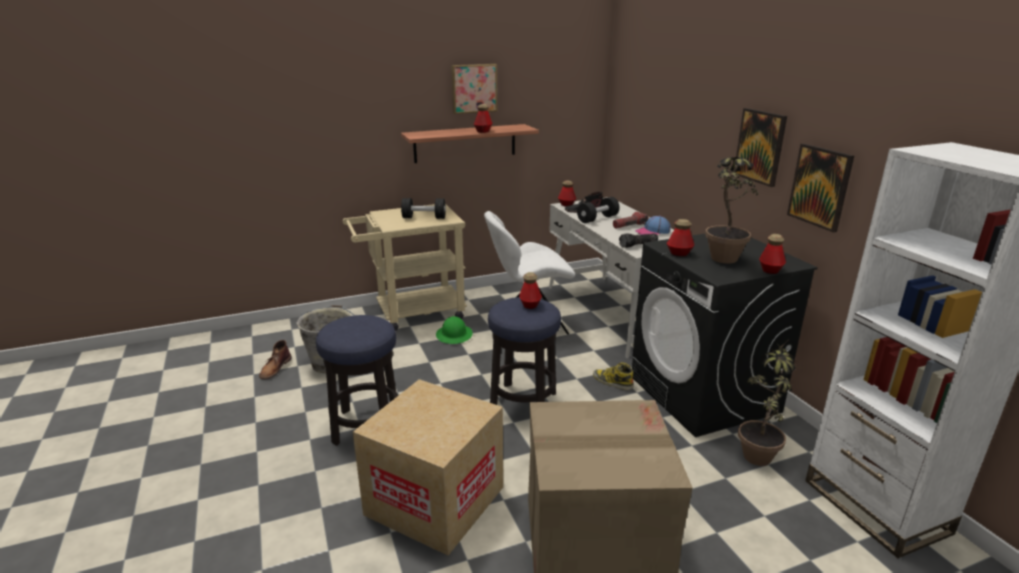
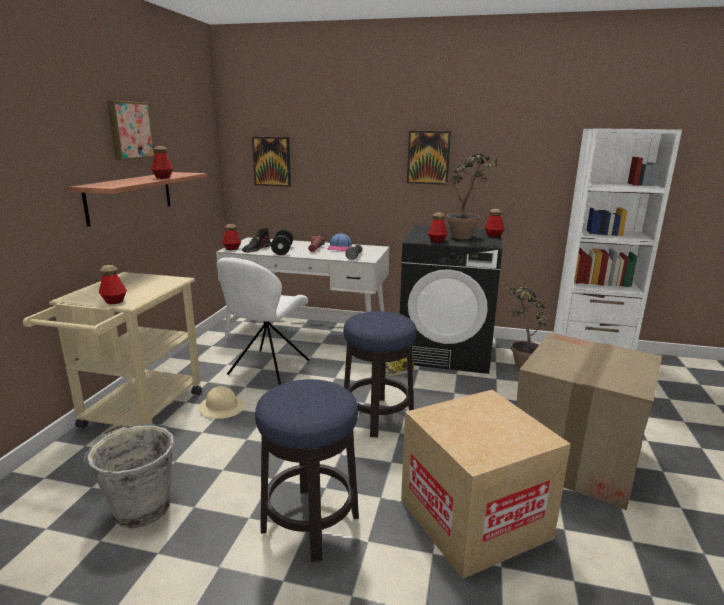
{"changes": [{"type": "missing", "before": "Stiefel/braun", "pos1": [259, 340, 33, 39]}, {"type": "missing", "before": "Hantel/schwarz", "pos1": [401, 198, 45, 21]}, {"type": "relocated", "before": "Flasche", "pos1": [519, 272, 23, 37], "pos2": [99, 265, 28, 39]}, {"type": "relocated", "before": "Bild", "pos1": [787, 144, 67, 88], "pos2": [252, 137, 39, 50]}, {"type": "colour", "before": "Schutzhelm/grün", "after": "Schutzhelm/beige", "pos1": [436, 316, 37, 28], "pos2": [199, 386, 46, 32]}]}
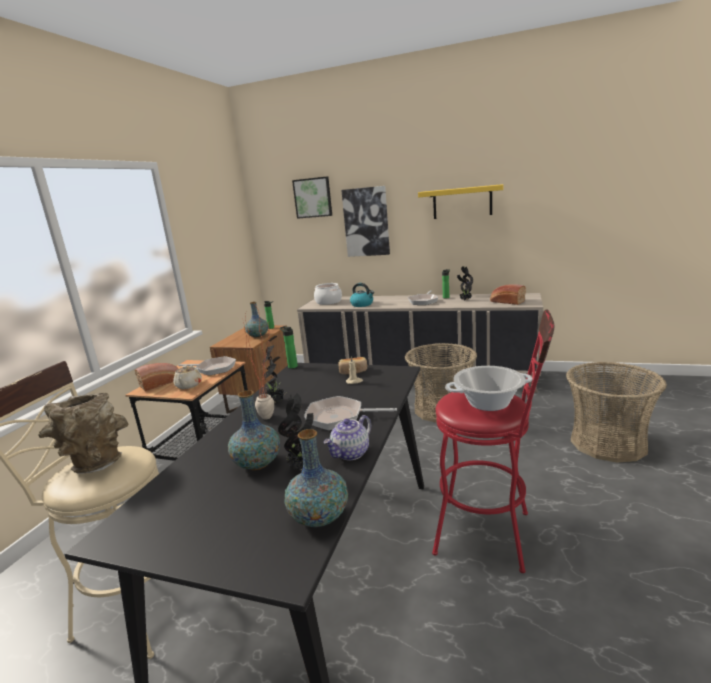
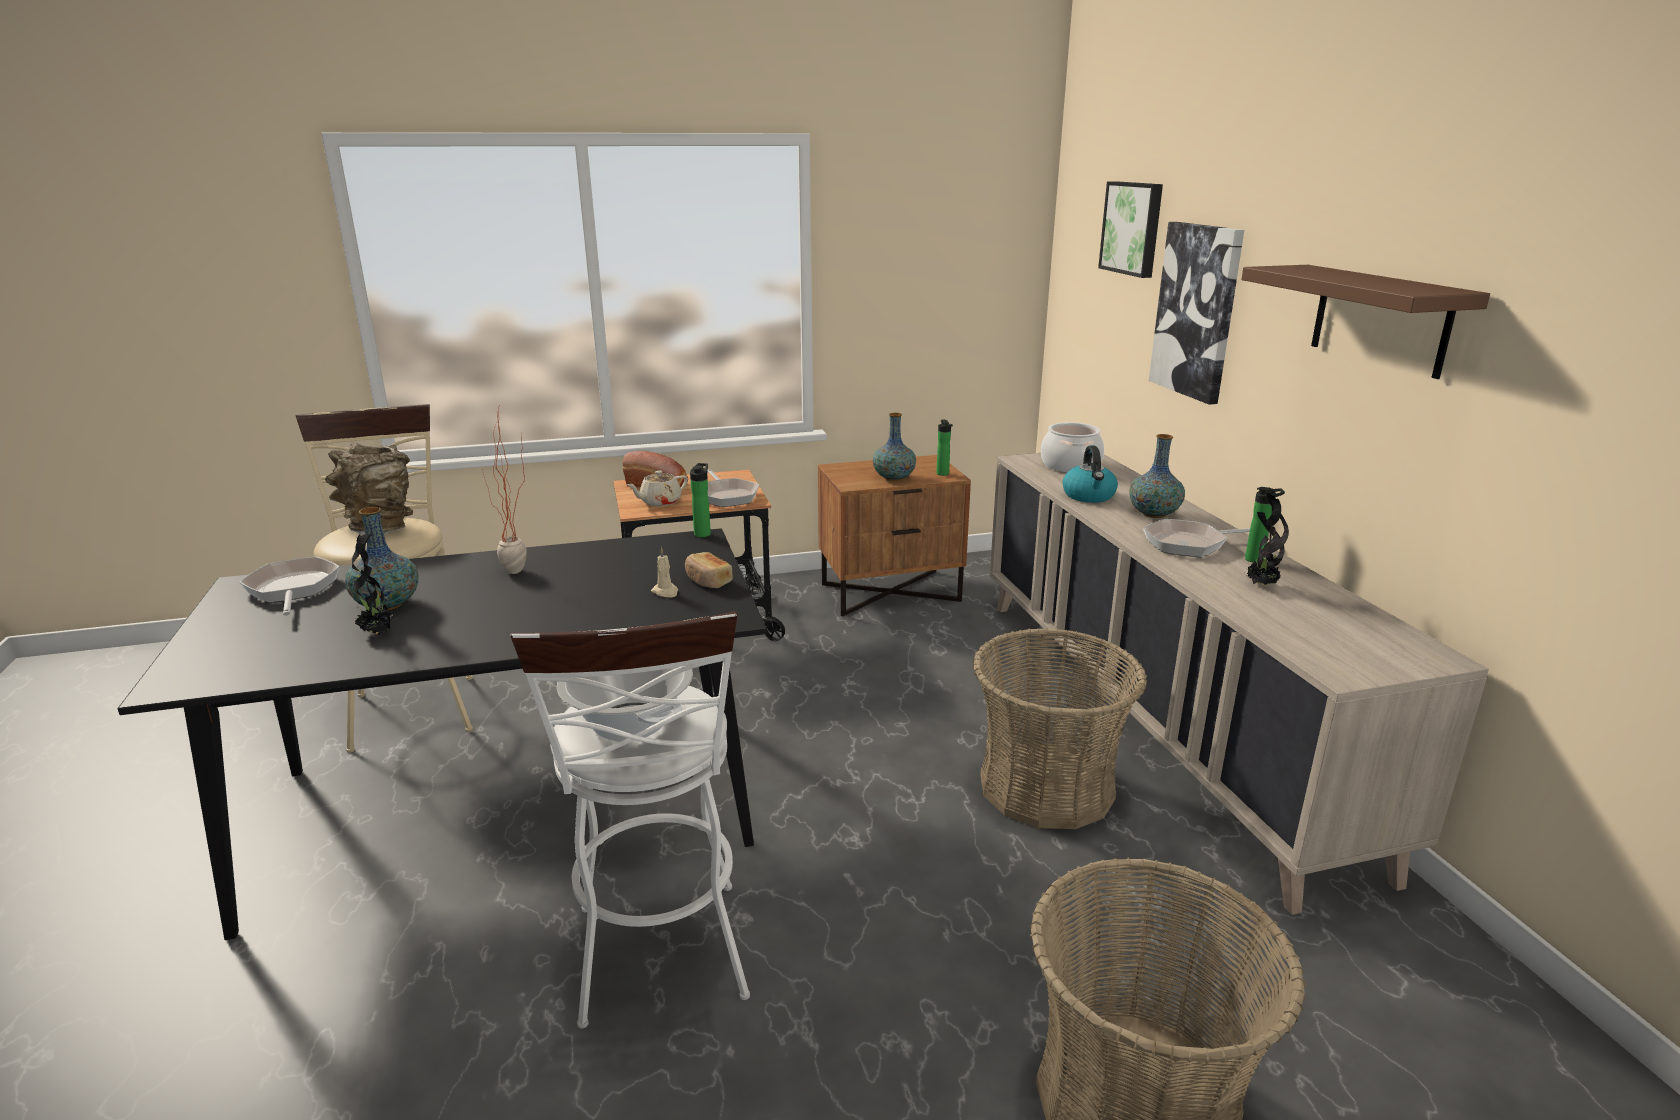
{"changes": [{"type": "missing", "before": "Topfpflanze", "pos1": [263, 346, 22, 57]}, {"type": "missing", "before": "Teekanne", "pos1": [323, 415, 48, 45]}, {"type": "missing", "before": "Brot", "pos1": [490, 284, 36, 21]}, {"type": "relocated", "before": "Vase", "pos1": [285, 429, 63, 98], "pos2": [1129, 434, 56, 84]}, {"type": "relocated", "before": "Pfanne", "pos1": [304, 396, 93, 35], "pos2": [239, 557, 101, 59]}, {"type": "colour", "before": "Wandregal/gelb", "after": "Wandregal/braun", "pos1": [418, 184, 86, 35], "pos2": [1241, 265, 249, 114]}, {"type": "colour", "before": "Hocker/rot", "after": "Hocker/weiß", "pos1": [432, 310, 122, 263], "pos2": [510, 611, 240, 418]}]}
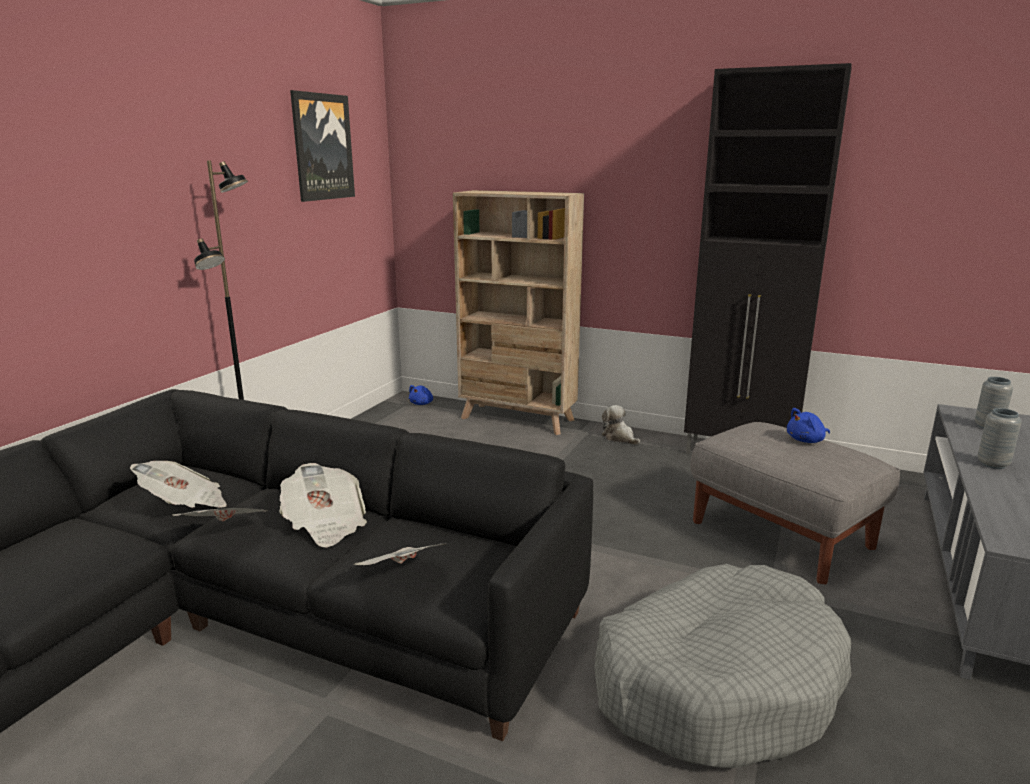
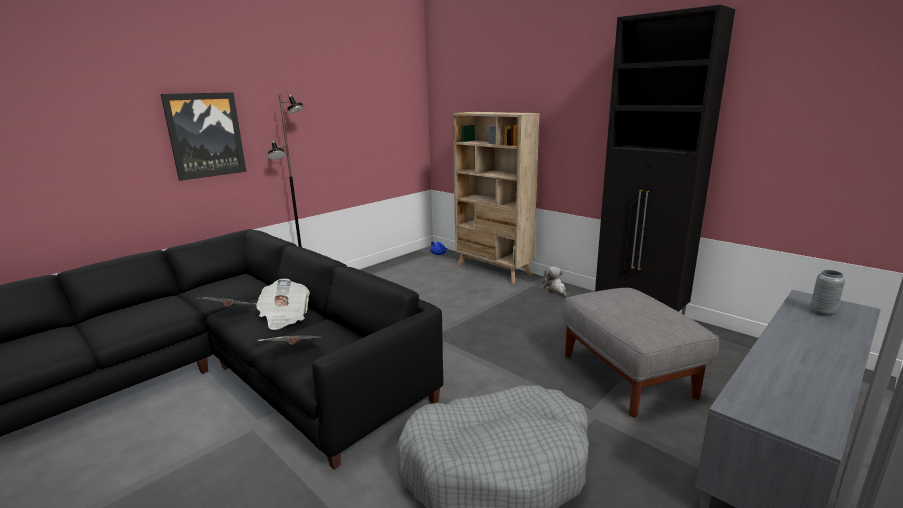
{"changes": [{"type": "missing", "before": "Zeitung", "pos1": [130, 461, 97, 47]}, {"type": "missing", "before": "Plüschtier/blau", "pos1": [787, 408, 43, 35]}, {"type": "missing", "before": "Vase/grau", "pos1": [977, 408, 44, 61]}, {"type": "relocated", "before": "Bild", "pos1": [290, 90, 65, 112], "pos2": [161, 92, 85, 89]}]}
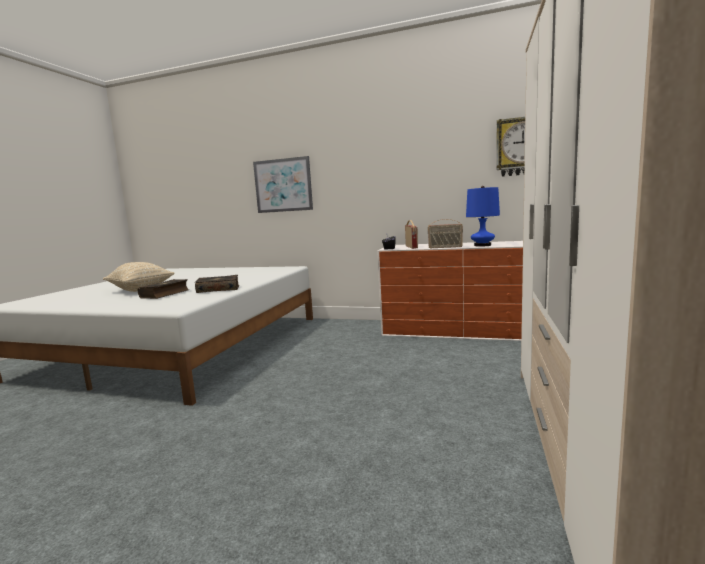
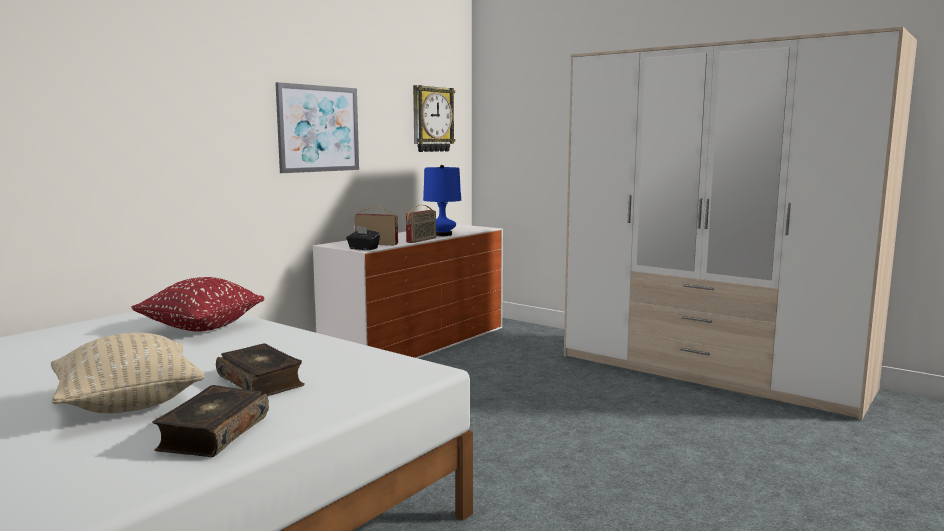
{"changes": [{"type": "appeared", "after": "Kissen/rot", "pos2": [131, 277, 134, 55]}, {"type": "relocated", "before": "Buch", "pos1": [195, 275, 44, 18], "pos2": [153, 385, 116, 72]}, {"type": "relocated", "before": "Bild", "pos1": [253, 156, 60, 57], "pos2": [275, 82, 84, 91]}]}
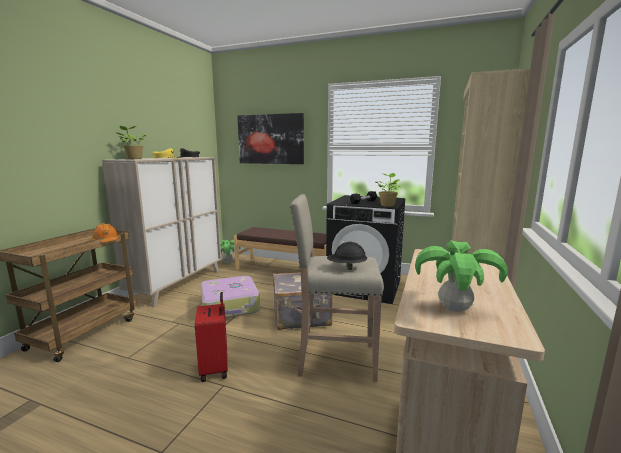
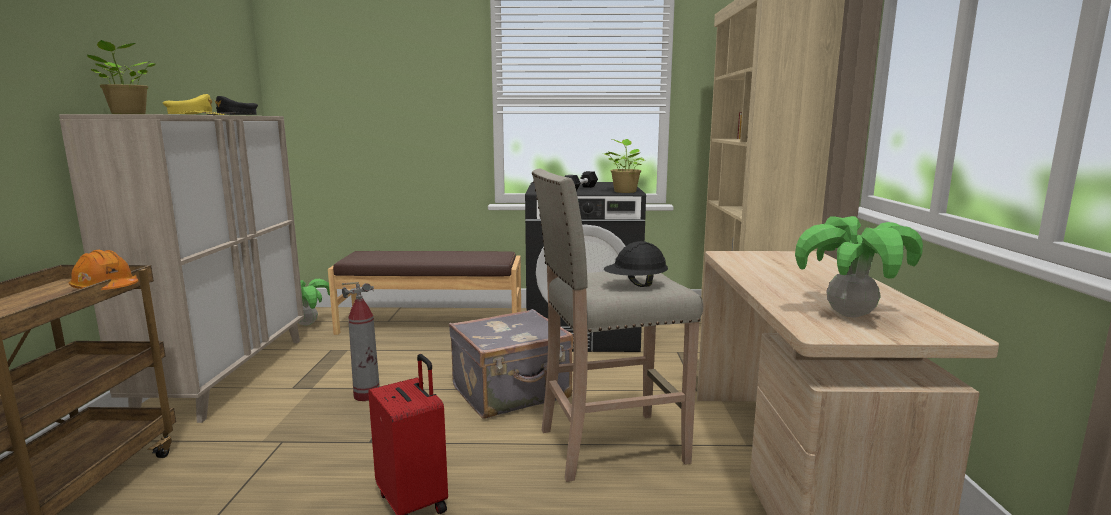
{"changes": [{"type": "missing", "before": "Bild", "pos1": [238, 113, 66, 51]}, {"type": "exchanged", "before": "Koffer", "after": "Feuerlöscher", "pos1": [200, 276, 60, 42], "pos2": [342, 282, 38, 119]}]}
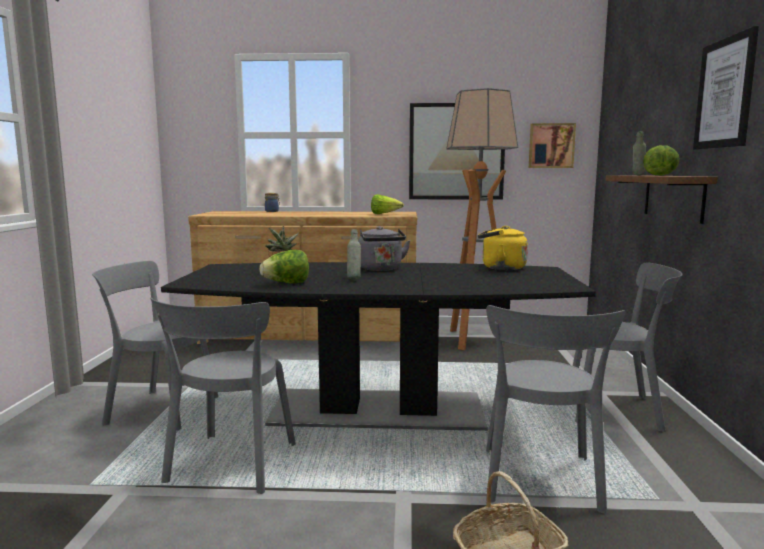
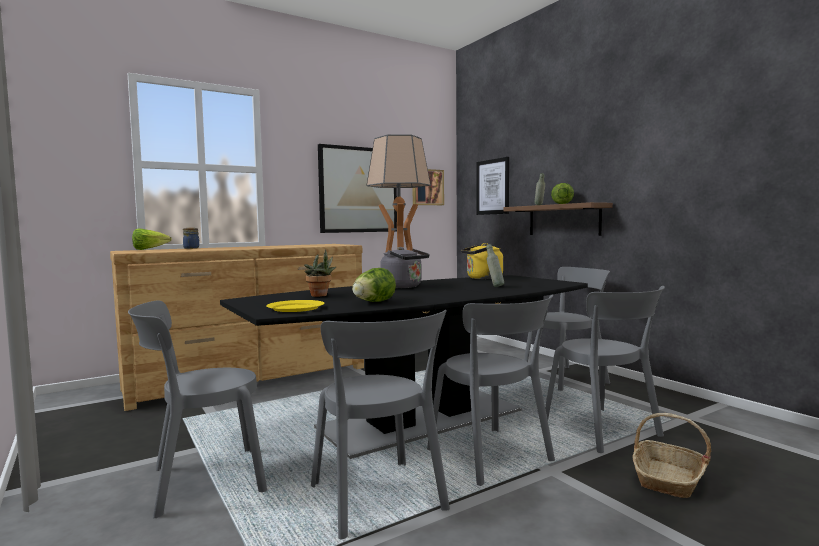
{"changes": [{"type": "appeared", "after": "Teller/gelb", "pos2": [266, 300, 58, 12]}, {"type": "appeared", "after": "Stuhl/grau", "pos2": [427, 294, 128, 192]}, {"type": "relocated", "before": "Flasche/grau", "pos1": [347, 229, 14, 50], "pos2": [486, 244, 18, 43]}, {"type": "relocated", "before": "Salatkopf", "pos1": [371, 194, 33, 20], "pos2": [132, 228, 40, 22]}, {"type": "relocated", "before": "Bild", "pos1": [693, 26, 66, 124], "pos2": [476, 157, 33, 58]}]}
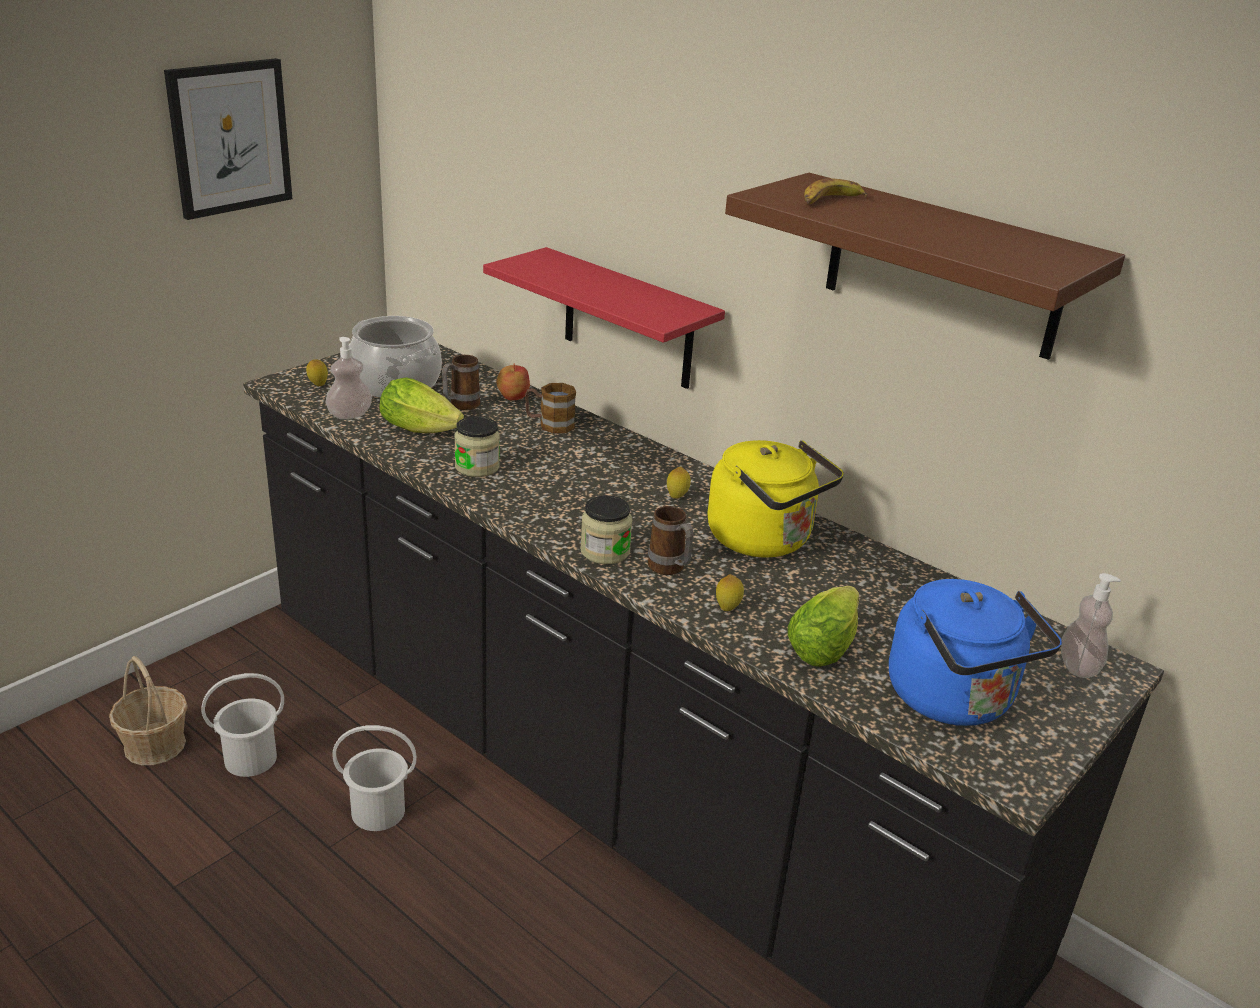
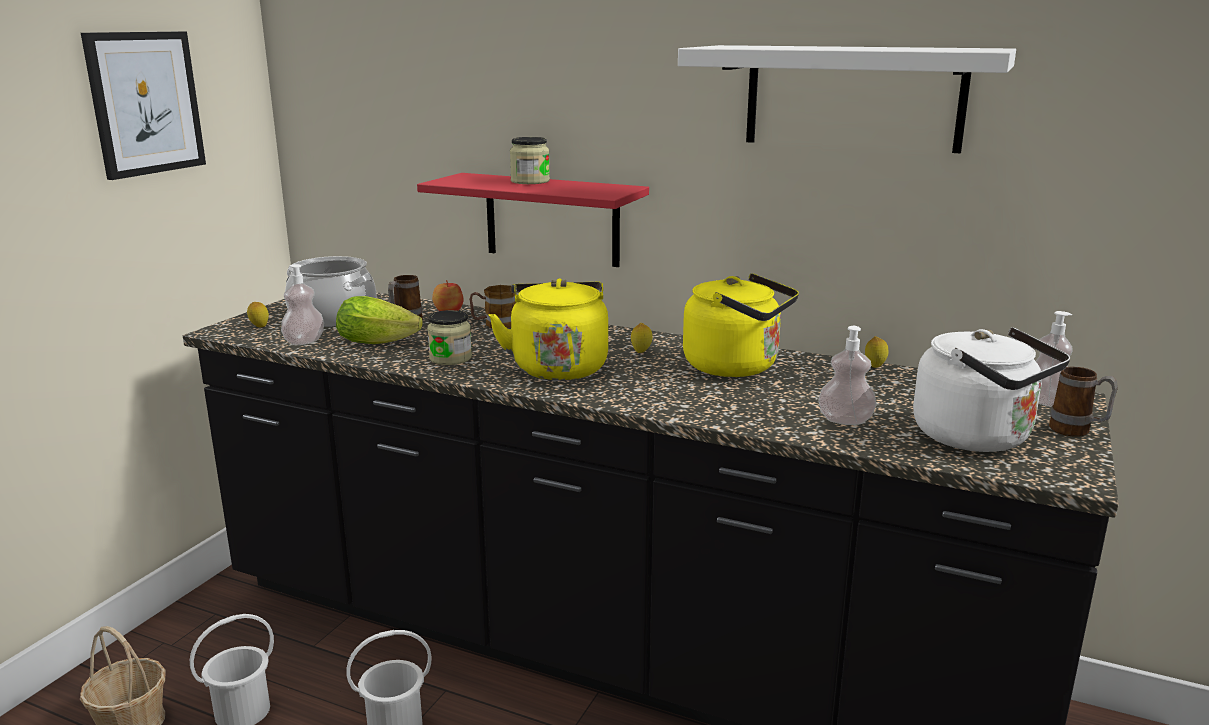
{"changes": [{"type": "missing", "before": "Banane", "pos1": [804, 179, 63, 26]}, {"type": "appeared", "after": "Wasserkessel/gelb", "pos2": [488, 278, 120, 103]}, {"type": "relocated", "before": "Vorratsglas", "pos1": [580, 495, 52, 69], "pos2": [510, 137, 40, 47]}, {"type": "relocated", "before": "Henkelbecher", "pos1": [648, 506, 46, 69], "pos2": [1049, 366, 69, 71]}, {"type": "relocated", "before": "Zitrone", "pos1": [716, 574, 28, 37], "pos2": [865, 336, 23, 32]}, {"type": "exchanged", "before": "Salatkopf", "after": "Seifenspender", "pos1": [788, 586, 71, 81], "pos2": [818, 326, 58, 99]}, {"type": "colour", "before": "Wandregal/braun", "after": "Wandregal/weiß", "pos1": [725, 173, 400, 187], "pos2": [678, 45, 338, 108]}, {"type": "colour", "before": "Wasserkessel/blau", "after": "Wasserkessel/weiß", "pos1": [889, 579, 173, 147], "pos2": [913, 327, 157, 125]}]}
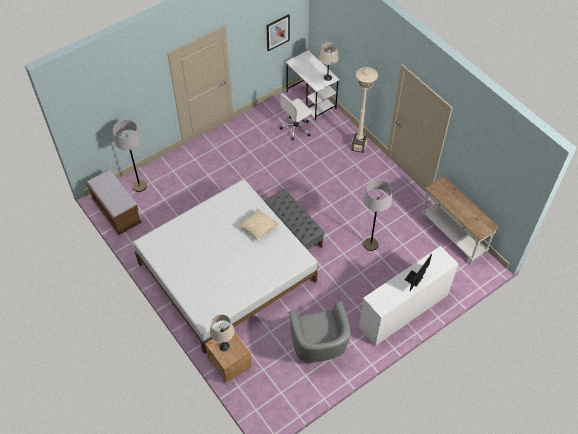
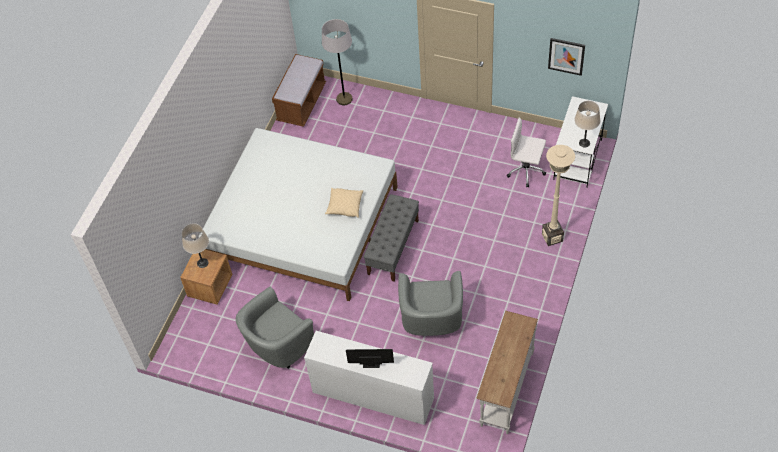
{"changes": [{"type": "exchanged", "before": "Stehlampe/grau", "after": "Sessel/grau", "pos1": [363, 180, 29, 71], "pos2": [398, 271, 65, 65]}]}
